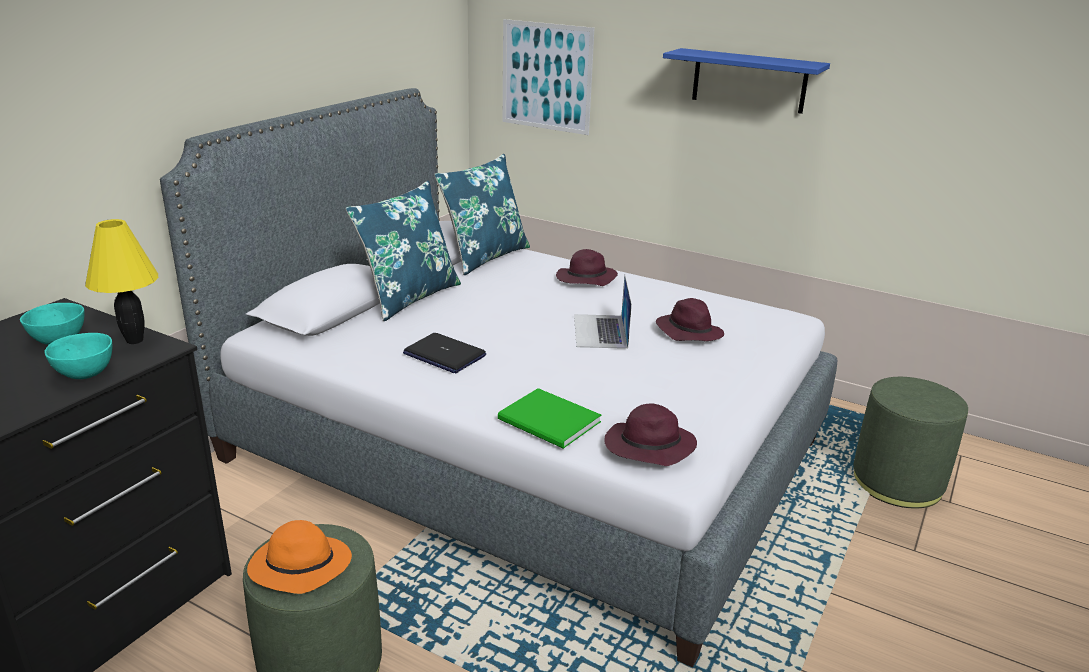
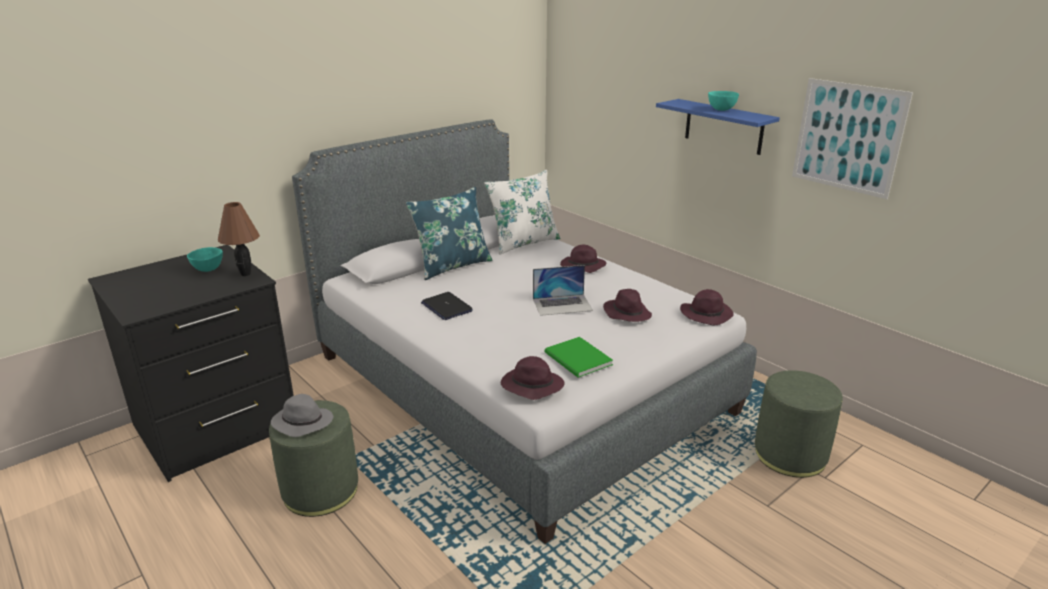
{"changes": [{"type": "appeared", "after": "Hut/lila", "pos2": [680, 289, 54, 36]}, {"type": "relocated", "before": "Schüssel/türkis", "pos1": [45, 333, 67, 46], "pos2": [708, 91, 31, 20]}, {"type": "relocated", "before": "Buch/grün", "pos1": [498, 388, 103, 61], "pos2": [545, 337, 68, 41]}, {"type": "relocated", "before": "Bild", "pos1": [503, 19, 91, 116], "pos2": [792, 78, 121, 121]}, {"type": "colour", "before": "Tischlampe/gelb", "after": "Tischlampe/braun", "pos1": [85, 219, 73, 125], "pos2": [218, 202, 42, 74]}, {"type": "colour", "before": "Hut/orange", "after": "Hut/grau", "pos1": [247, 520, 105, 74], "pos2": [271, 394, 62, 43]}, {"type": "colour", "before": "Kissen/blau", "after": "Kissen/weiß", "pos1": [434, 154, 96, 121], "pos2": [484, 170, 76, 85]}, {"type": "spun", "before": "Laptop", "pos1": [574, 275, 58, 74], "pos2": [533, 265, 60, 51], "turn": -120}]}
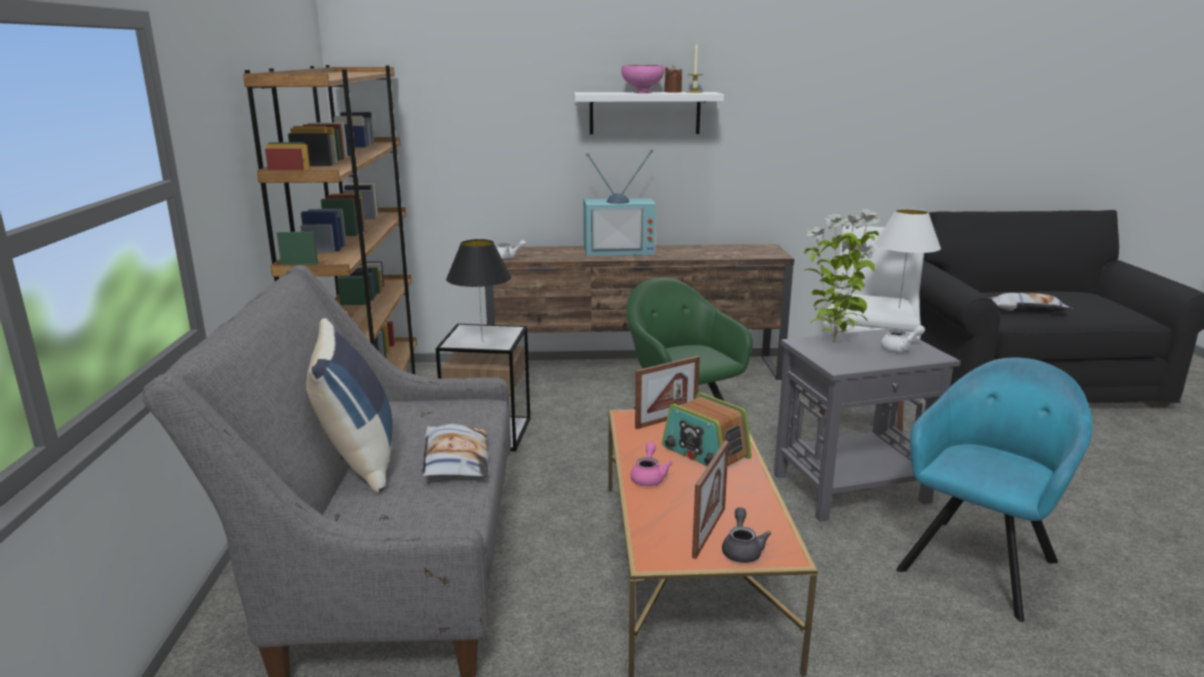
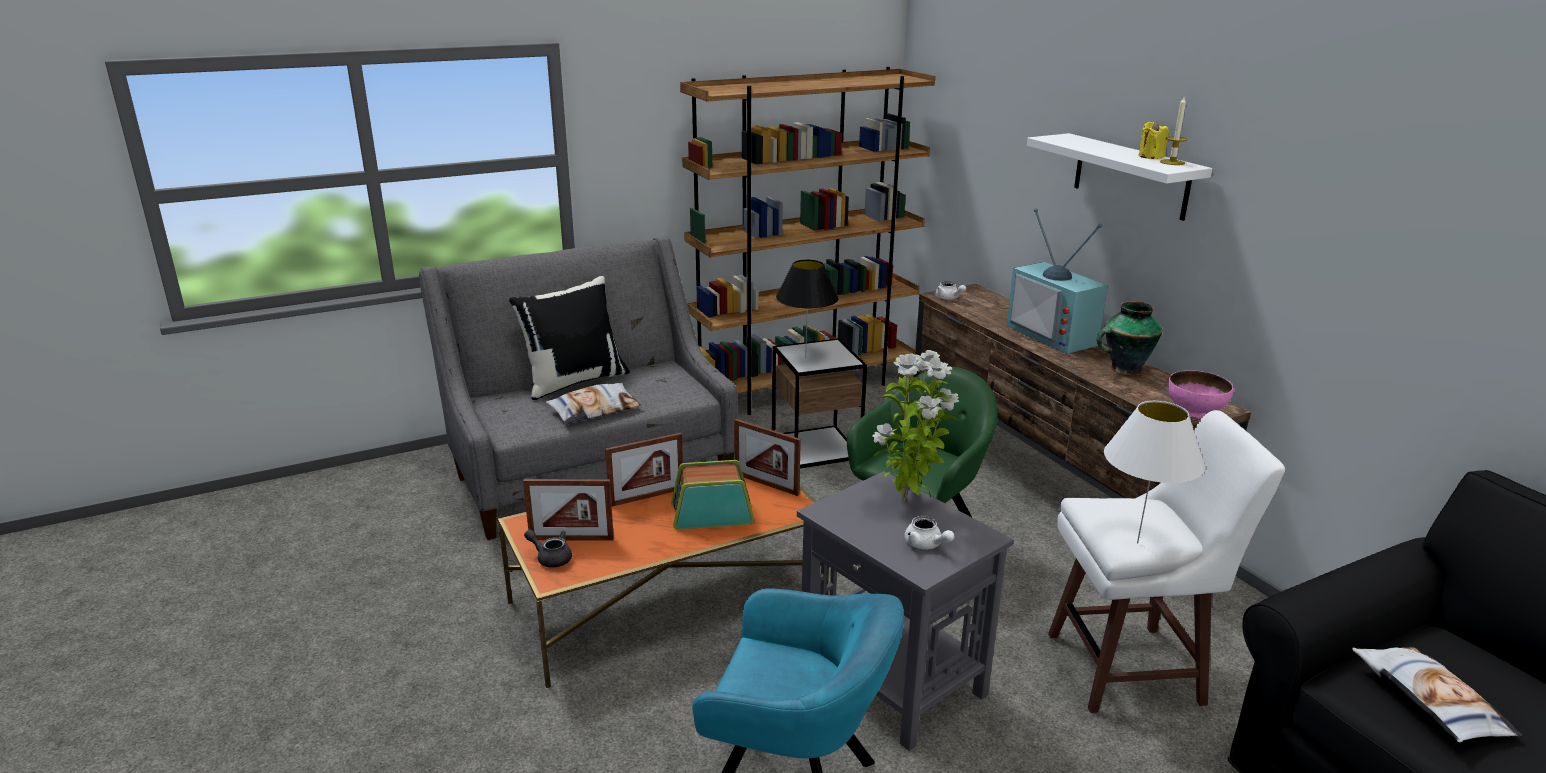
{"changes": [{"type": "appeared", "after": "Vase", "pos2": [1097, 301, 65, 74]}, {"type": "relocated", "before": "Schüssel/rosa", "pos1": [622, 65, 43, 29], "pos2": [1167, 370, 66, 52]}, {"type": "exchanged", "before": "Teekanne/rosa", "after": "Bilderrahmen", "pos1": [631, 442, 42, 44], "pos2": [605, 433, 78, 73]}, {"type": "colour", "before": "Kissen/blau", "after": "Kissen/schwarz", "pos1": [306, 318, 87, 175], "pos2": [509, 276, 121, 124]}, {"type": "colour", "before": "Kerze/braun", "after": "Kerze/gelb", "pos1": [664, 65, 18, 28], "pos2": [1139, 121, 30, 38]}, {"type": "spun", "before": "Radio", "pos1": [662, 393, 90, 73], "pos2": [671, 460, 84, 70], "turn": 60}, {"type": "spun", "before": "Teekanne/grau", "pos1": [722, 507, 49, 56], "pos2": [524, 529, 48, 39], "turn": -135}]}
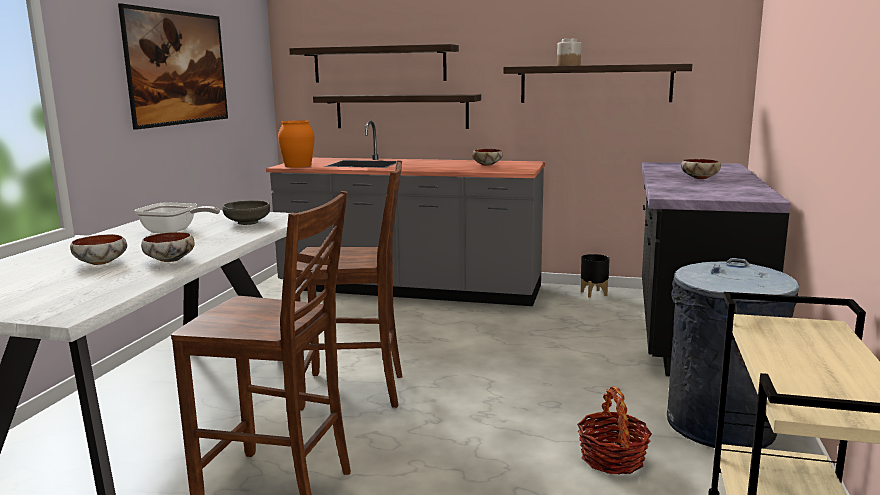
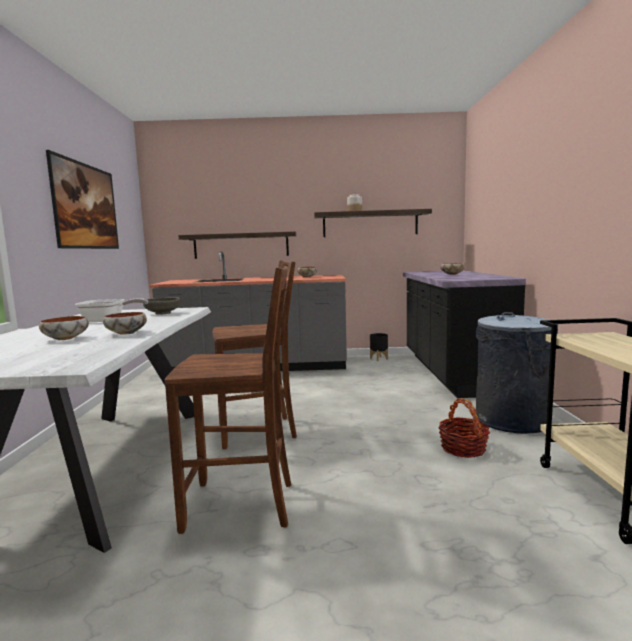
{"changes": [{"type": "missing", "before": "Vase/orange", "pos1": [278, 120, 36, 48]}, {"type": "missing", "before": "Wandregal", "pos1": [289, 44, 170, 39]}]}
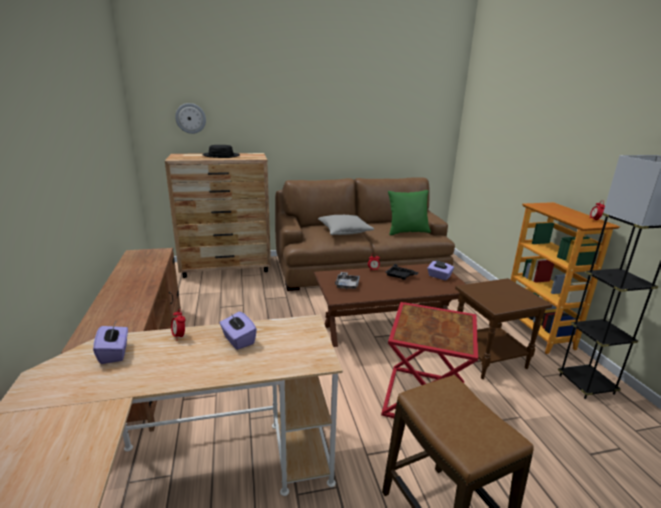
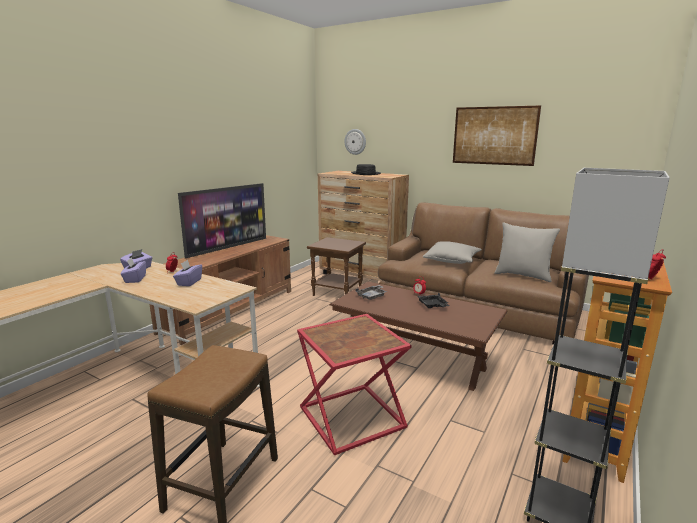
{"changes": [{"type": "appeared", "after": "Fernseher", "pos2": [178, 183, 88, 76]}, {"type": "appeared", "after": "Bild", "pos2": [453, 105, 88, 61]}, {"type": "relocated", "before": "Taschentuchbox/lila", "pos1": [427, 260, 27, 20], "pos2": [120, 257, 26, 26]}, {"type": "relocated", "before": "Beistelltisch/braun", "pos1": [455, 278, 97, 101], "pos2": [307, 237, 59, 59]}, {"type": "colour", "before": "Kissen/grün", "after": "Kissen/grau", "pos1": [388, 190, 43, 45], "pos2": [494, 222, 66, 60]}]}
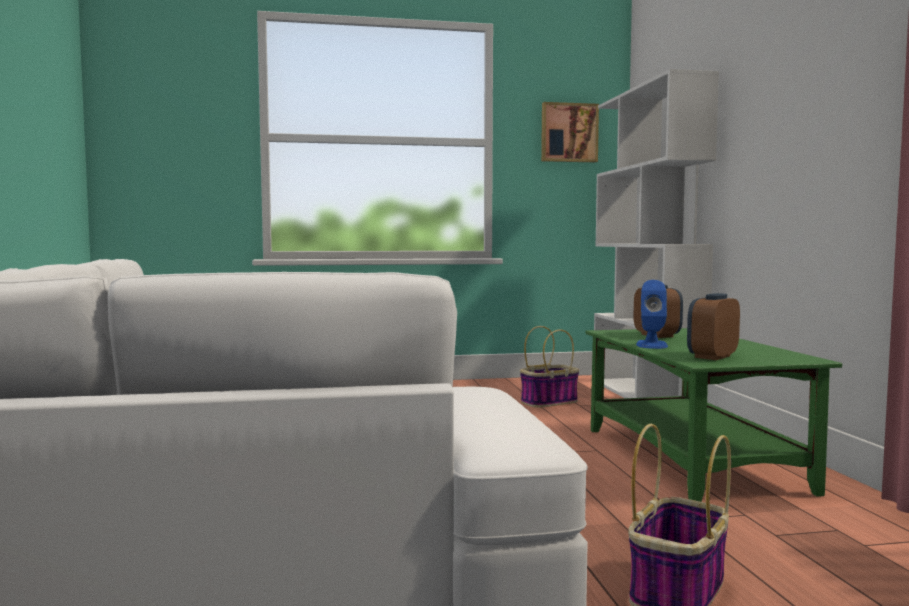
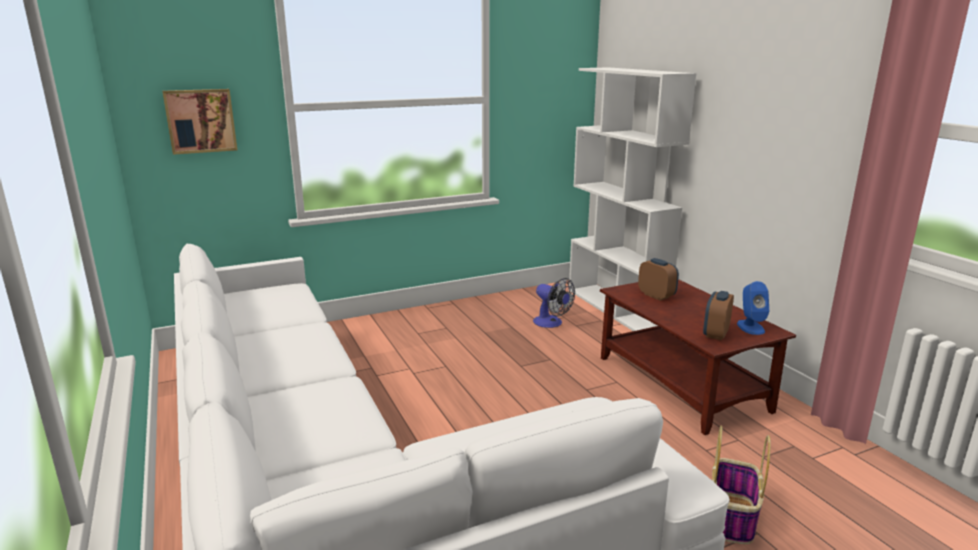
{"changes": [{"type": "relocated", "before": "Bild", "pos1": [541, 102, 58, 60], "pos2": [162, 89, 75, 66]}, {"type": "relocated", "before": "Lautsprecher/blau", "pos1": [636, 280, 32, 69], "pos2": [737, 281, 32, 54]}, {"type": "exchanged", "before": "Korb", "after": "Ventilator", "pos1": [520, 326, 59, 82], "pos2": [533, 278, 42, 50]}, {"type": "colour", "before": "Couchtisch/grün", "after": "Couchtisch/braun", "pos1": [585, 328, 257, 174], "pos2": [600, 279, 196, 156]}]}
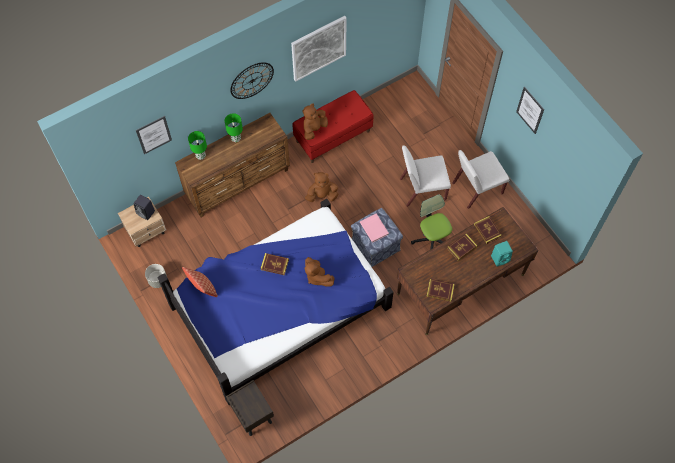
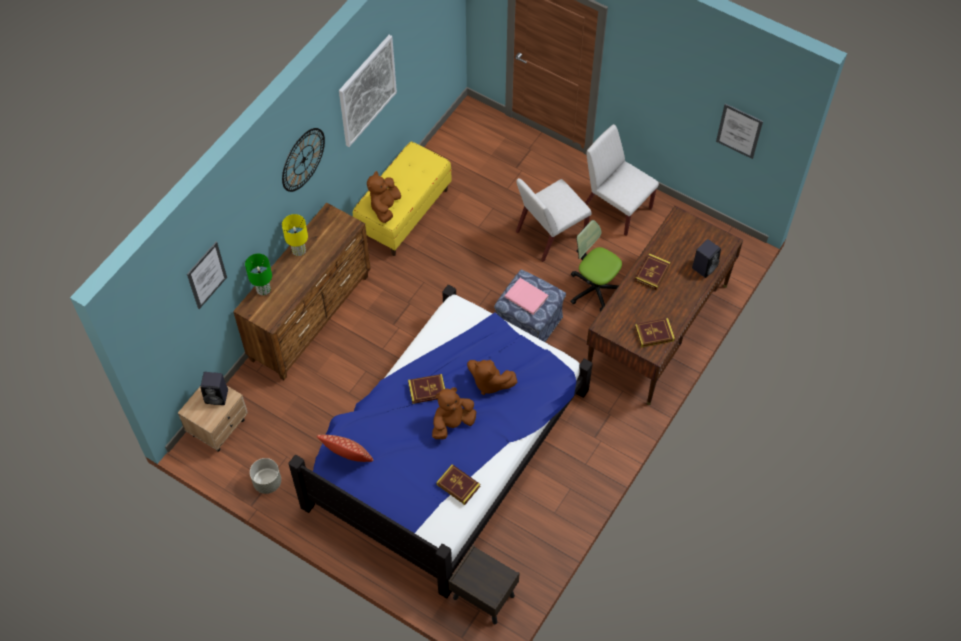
{"changes": [{"type": "relocated", "before": "Plüschtier/braun", "pos1": [305, 172, 34, 30], "pos2": [432, 387, 44, 52]}, {"type": "relocated", "before": "Buch", "pos1": [474, 216, 28, 28], "pos2": [436, 464, 44, 41]}, {"type": "relocated", "before": "Bild", "pos1": [516, 87, 28, 47], "pos2": [716, 104, 47, 55]}, {"type": "colour", "before": "Tischlampe/grün", "after": "Tischlampe/gelb", "pos1": [225, 113, 18, 29], "pos2": [282, 214, 26, 42]}, {"type": "colour", "before": "Bank/rot", "after": "Bank/gelb", "pos1": [292, 90, 82, 73], "pos2": [353, 141, 98, 115]}, {"type": "colour", "before": "Lautsprecher/türkis", "after": "Lautsprecher/schwarz", "pos1": [491, 241, 22, 26], "pos2": [692, 239, 29, 39]}, {"type": "spun", "before": "Stuhl/weiß", "pos1": [452, 150, 57, 59], "pos2": [585, 124, 74, 112], "turn": 90}]}
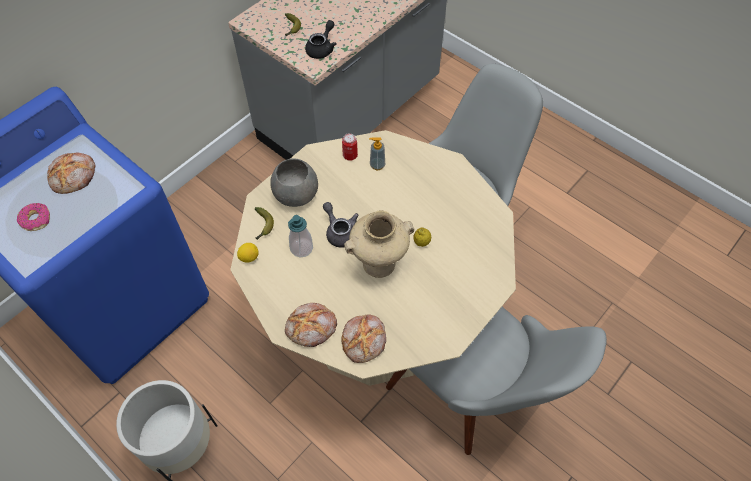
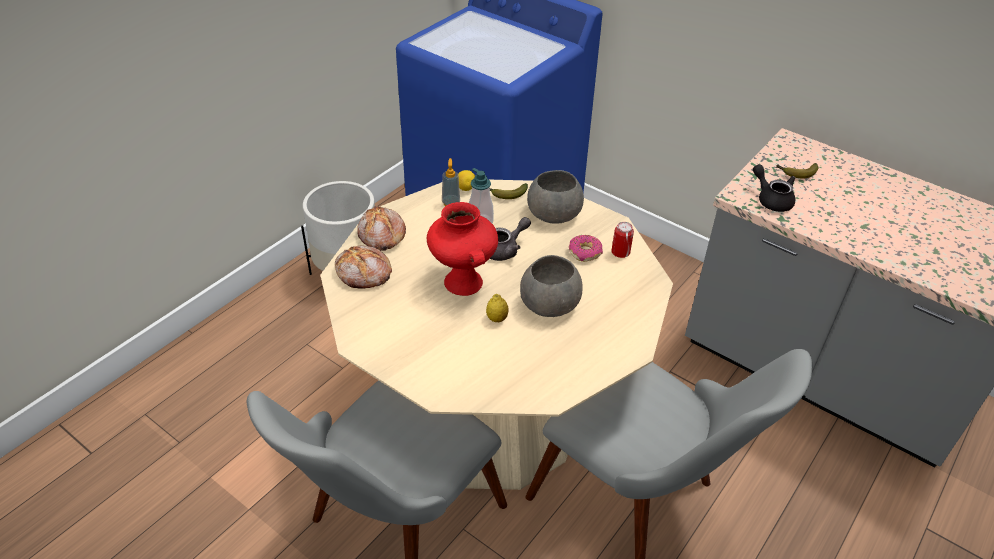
{"changes": [{"type": "missing", "before": "Brot", "pos1": [47, 152, 49, 42]}, {"type": "appeared", "after": "Schüssel/grau", "pos2": [520, 255, 63, 62]}, {"type": "relocated", "before": "Donut", "pos1": [17, 203, 33, 28], "pos2": [569, 235, 34, 27]}, {"type": "relocated", "before": "Seifenspender", "pos1": [369, 138, 16, 32], "pos2": [442, 158, 18, 48]}, {"type": "colour", "before": "Vase/beige", "after": "Vase/rot", "pos1": [344, 211, 70, 67], "pos2": [427, 202, 71, 94]}, {"type": "spun", "before": "Teekanne/schwarz", "pos1": [305, 20, 32, 39], "pos2": [753, 164, 42, 48], "turn": -150}]}
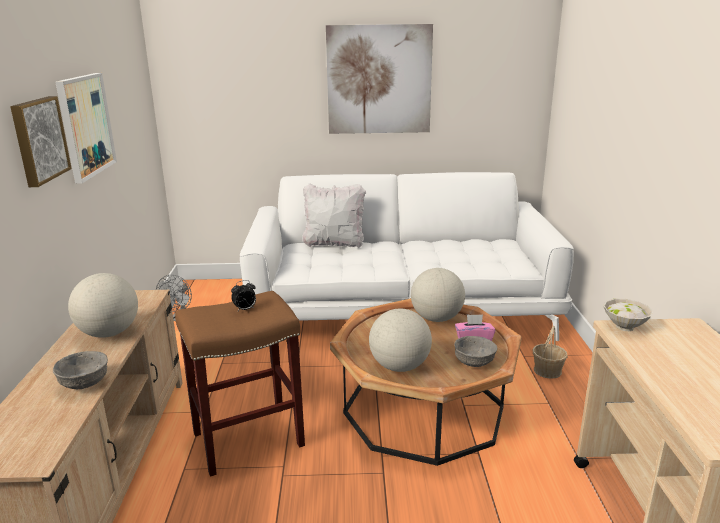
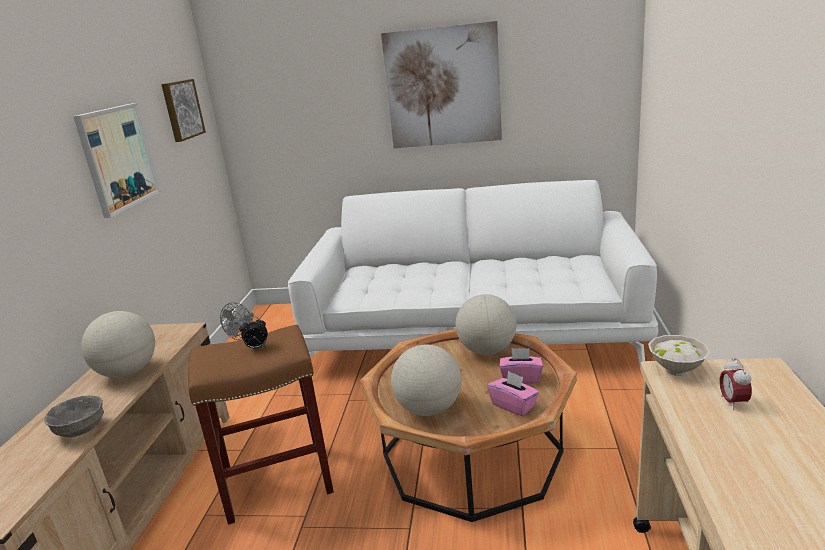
{"changes": [{"type": "missing", "before": "Kissen/weiß", "pos1": [302, 183, 64, 65]}, {"type": "missing", "before": "Korb", "pos1": [532, 326, 36, 53]}, {"type": "appeared", "after": "Wecker", "pos2": [720, 358, 32, 52]}, {"type": "relocated", "before": "Bild", "pos1": [10, 96, 62, 91], "pos2": [161, 79, 45, 63]}, {"type": "exchanged", "before": "Schüssel/grau", "after": "Taschentuchbox/rosa", "pos1": [454, 336, 43, 31], "pos2": [487, 371, 52, 45]}]}
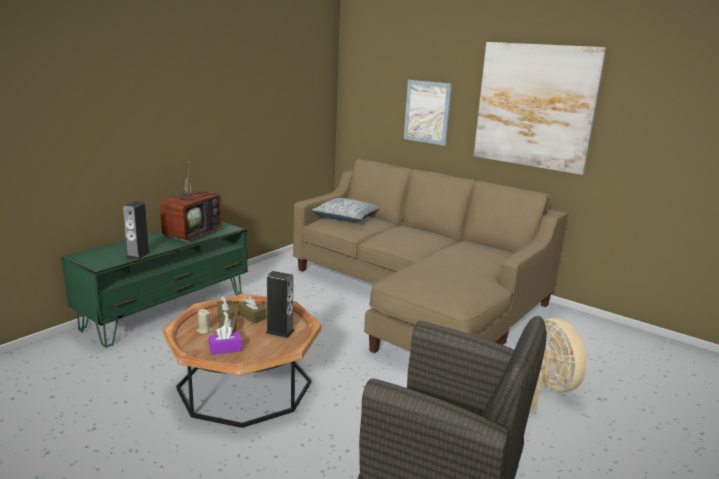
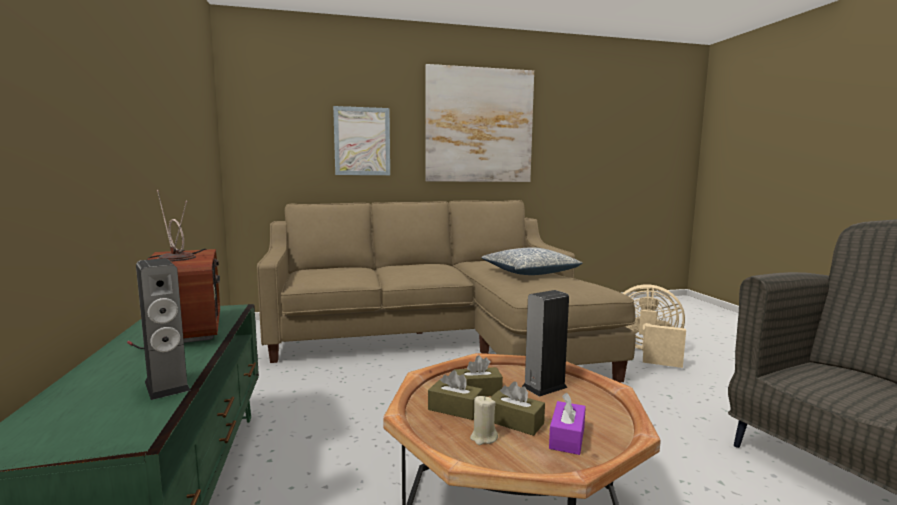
{"changes": [{"type": "relocated", "before": "Kissen", "pos1": [311, 198, 69, 24], "pos2": [481, 247, 102, 28]}]}
